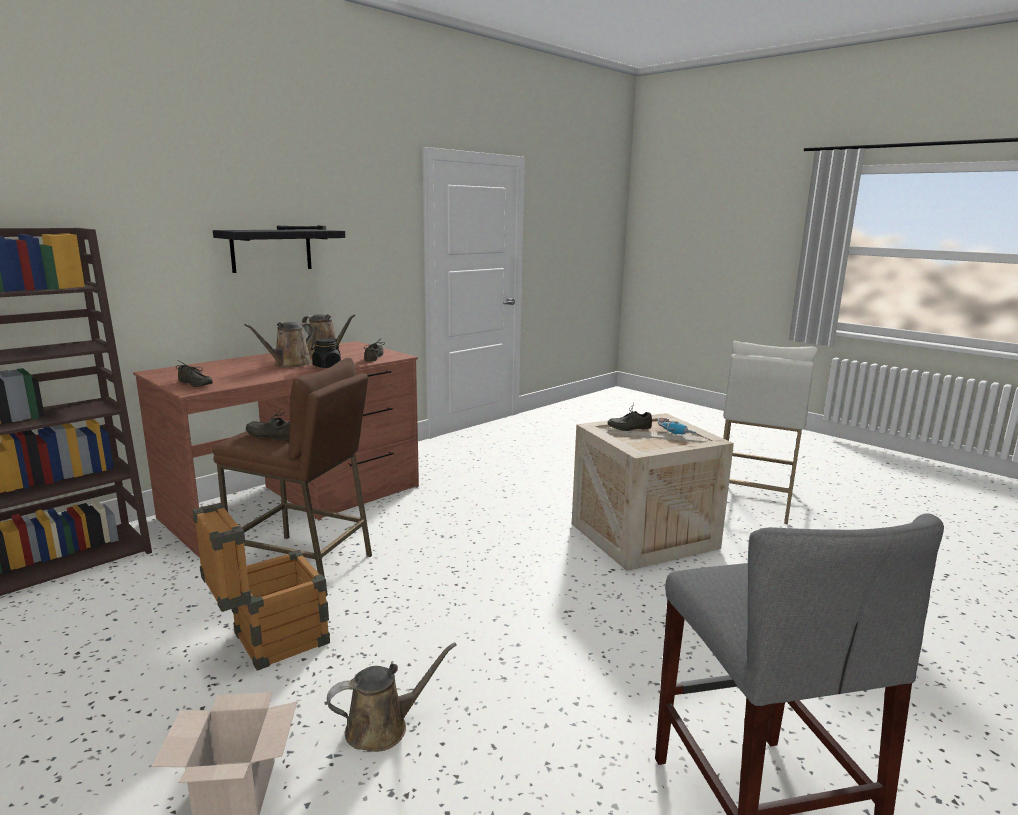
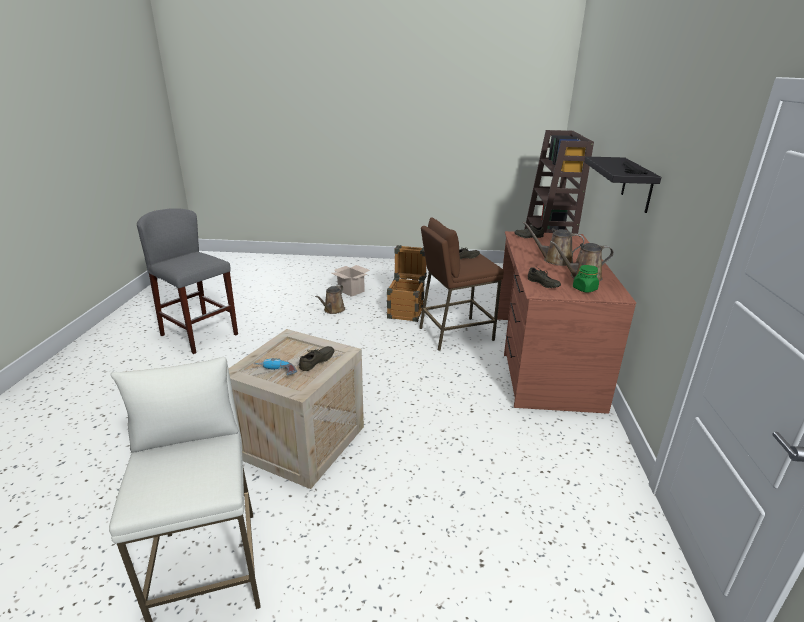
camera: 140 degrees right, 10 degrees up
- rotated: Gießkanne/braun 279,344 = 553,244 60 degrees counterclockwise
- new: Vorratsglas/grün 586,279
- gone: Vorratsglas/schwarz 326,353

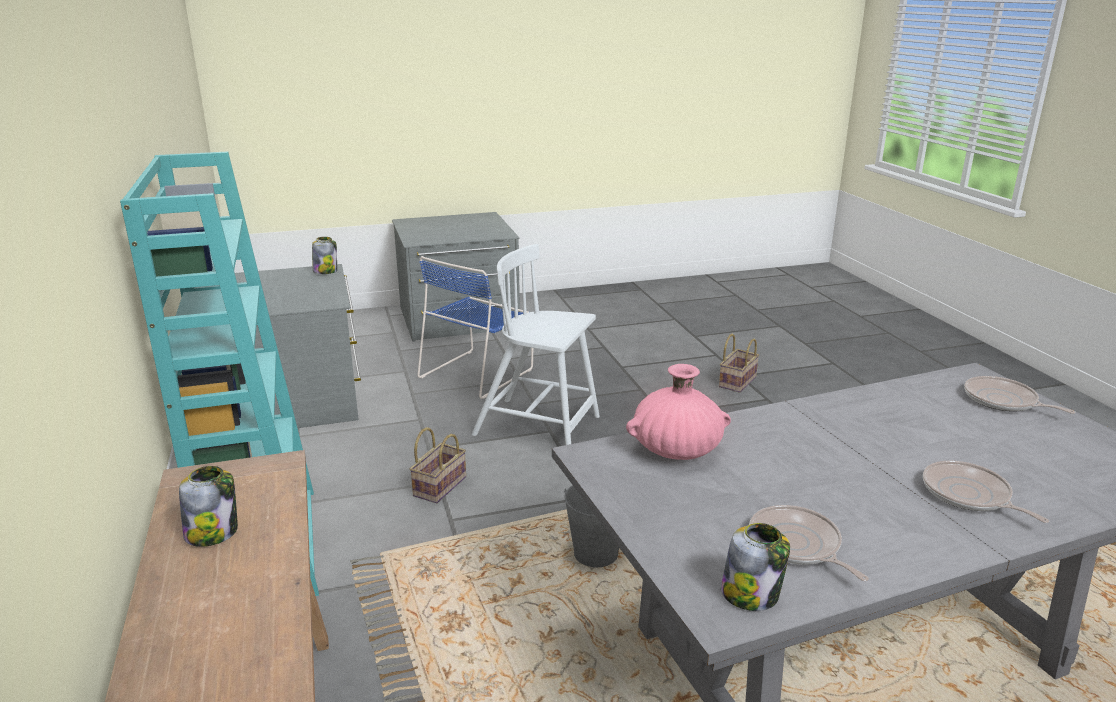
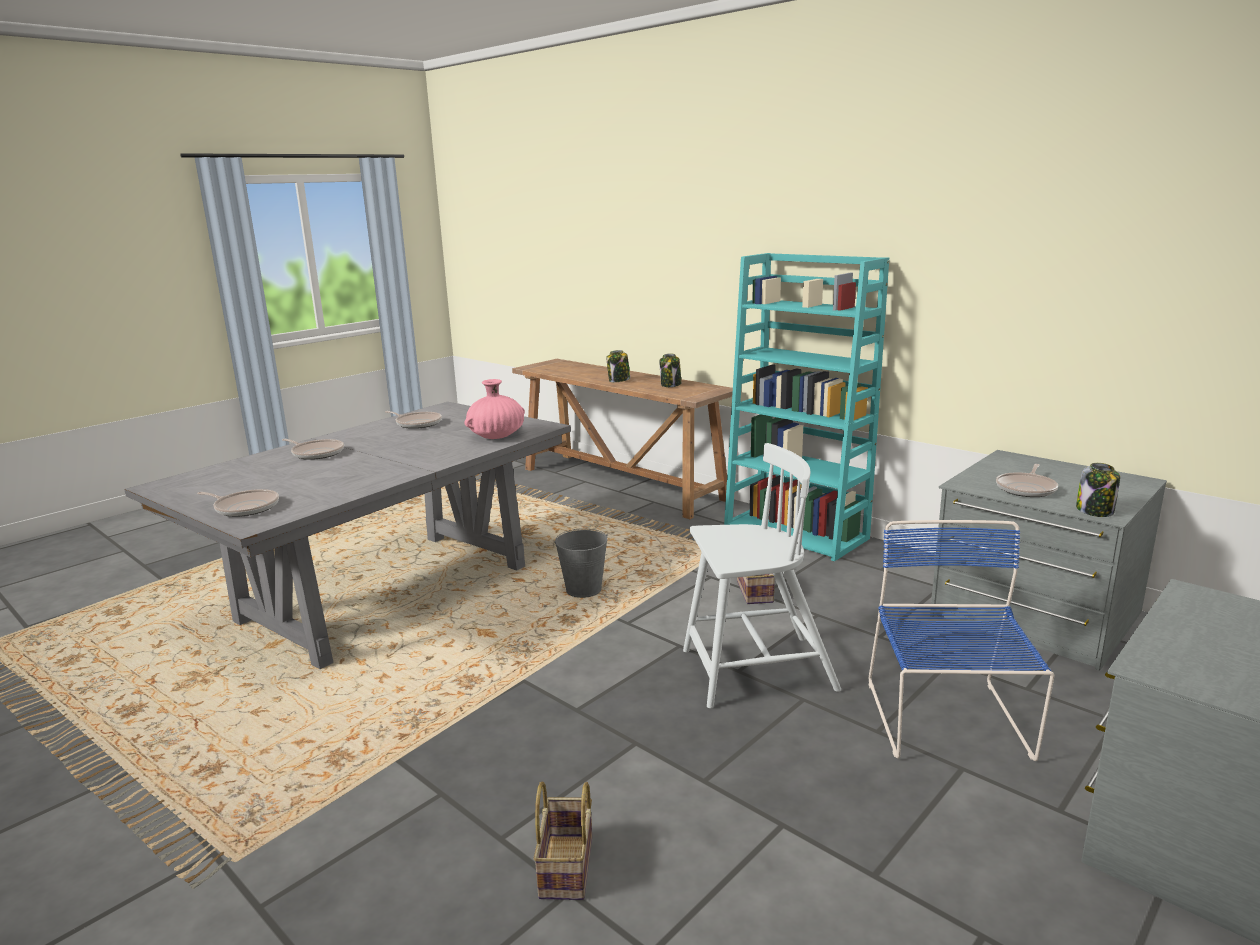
camera: 150 degrees right, 5 degrees down
- shifted: Vorratsglas 755,567 to 618,366
- new: Pfanne 1027,480

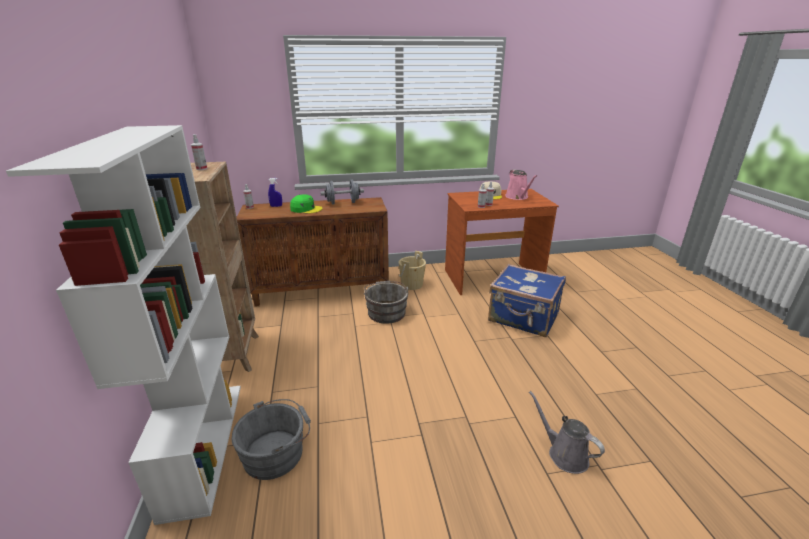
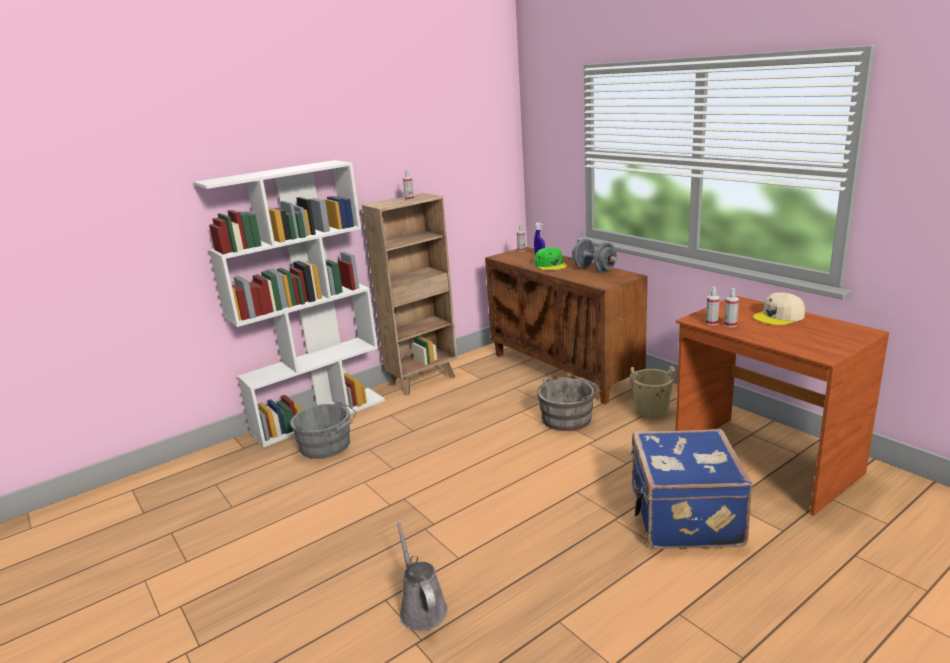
camera: 65 degrees right, 5 degrees down
- rotated: Gießkanne/grau 567,432 = 422,577 45 degrees counterclockwise
- gone: Gießkanne/rosa 521,185

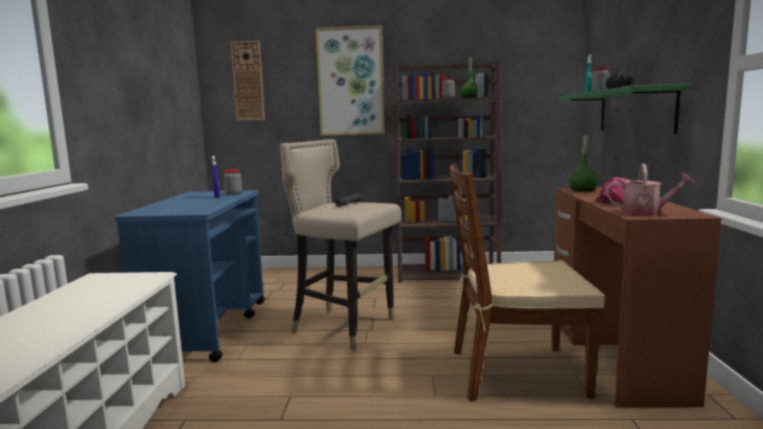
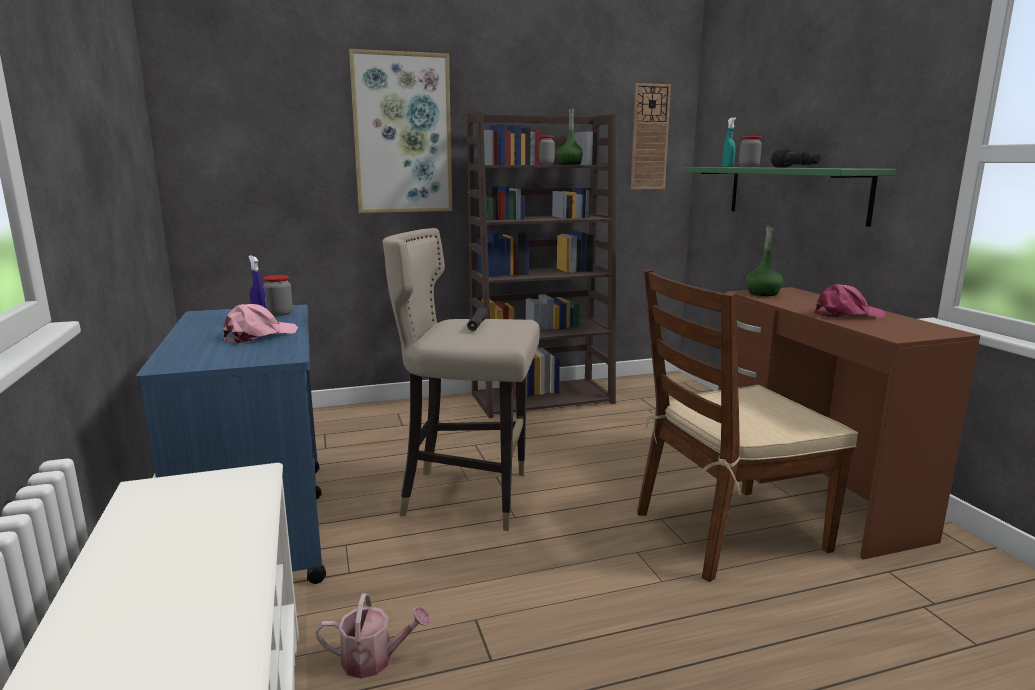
camera: 20 degrees left, 5 degrees up
- new: Kappe/rosa 260,323
- shifted: Gießkanne 650,190 to 373,636
- shifted: Wanduhr 248,81 to 651,136

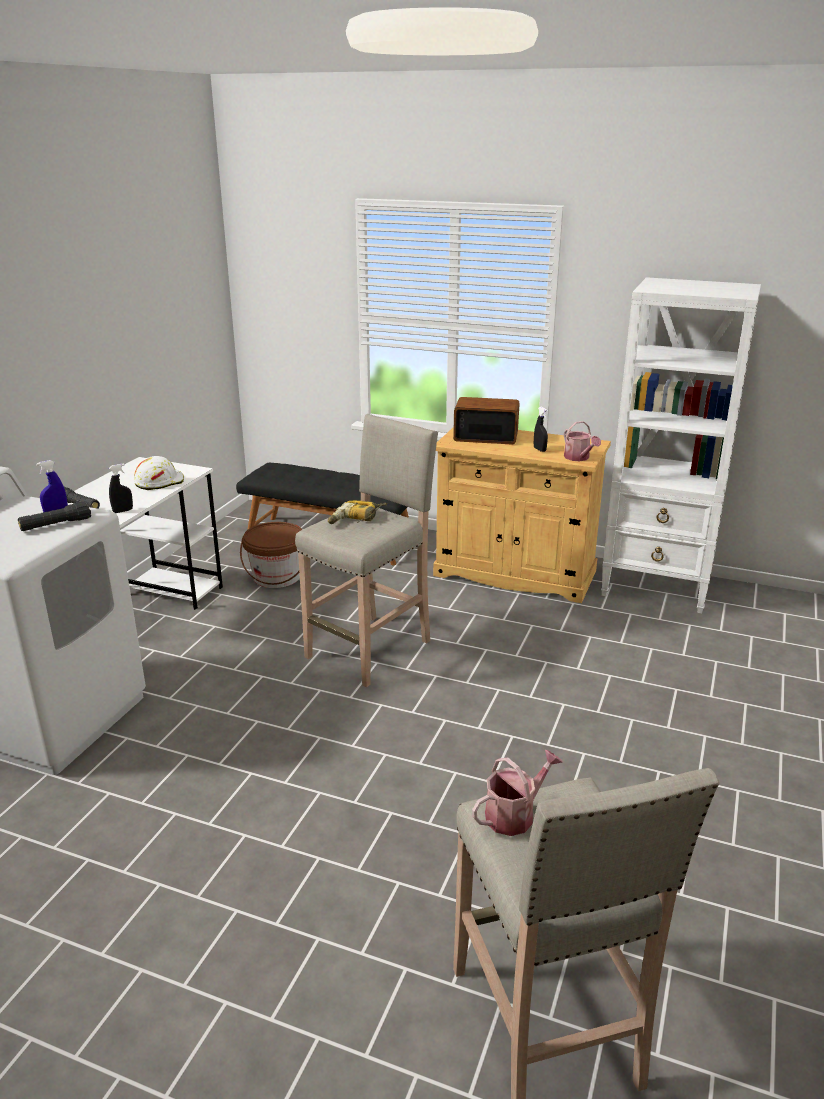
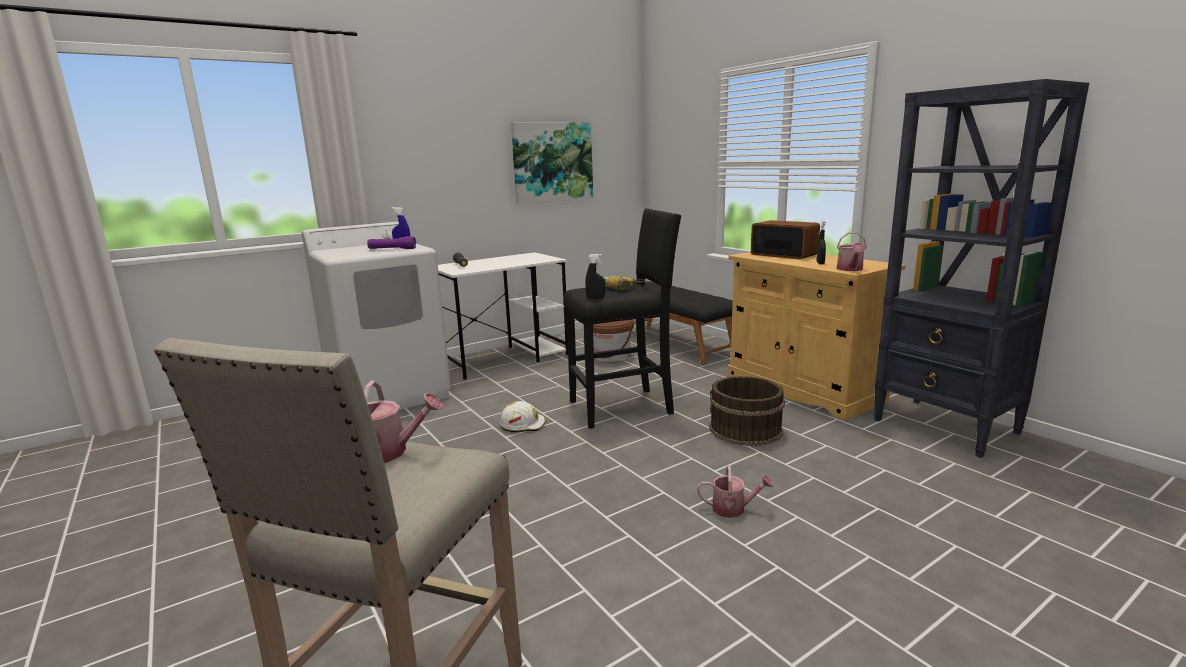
camera: 35 degrees right, 10 degrees down
- repainted: Taschenlampe/schwarz 54,516 to Taschenlampe/lila 391,242
- shifted: Schutzhelm/weiß 159,473 to 522,416
- new: Bild 552,163
- repainted: Hocker/beige 366,550 to Hocker/schwarz 622,318
- shifted: Sprühflasche/schwarz 121,488 to 595,276
- new: Gießkanne 735,491
- new: Eimer/braun 747,411
- repainted: Bücherregal/weiß 681,445 to Bücherregal/schwarz 981,268

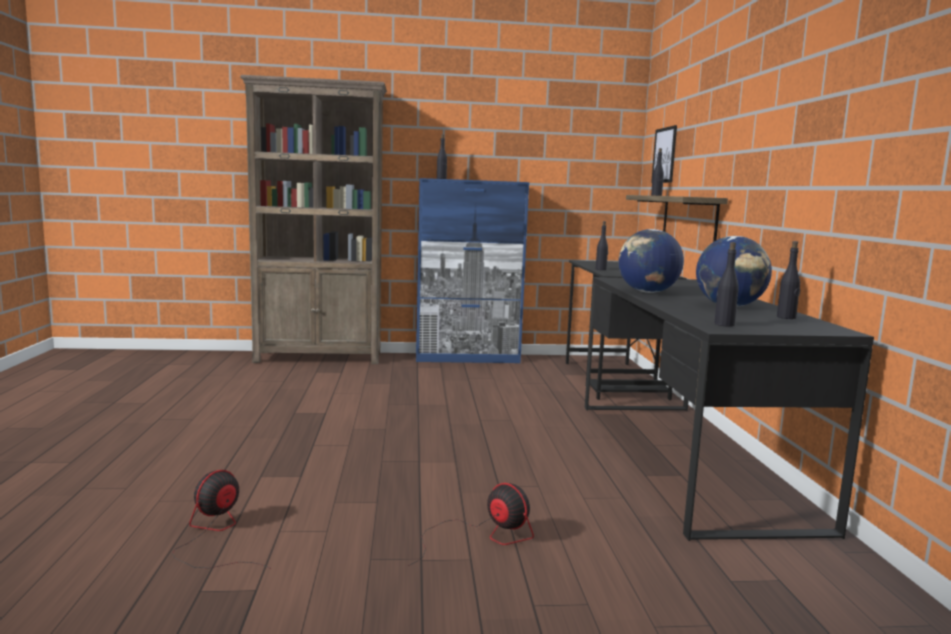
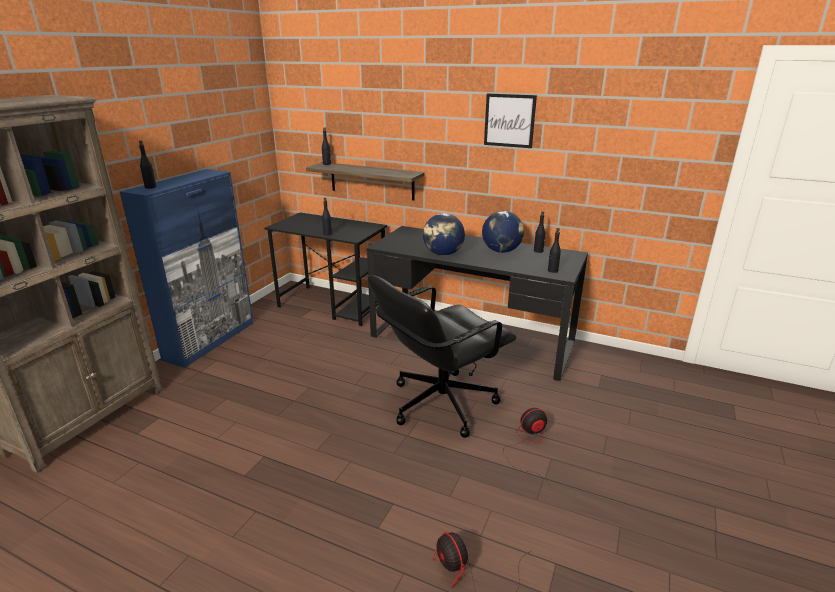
camera: 60 degrees left, 15 degrees up
- new: Bürostuhl/schwarz 442,356
- shifted: Bild 664,154 to 510,120

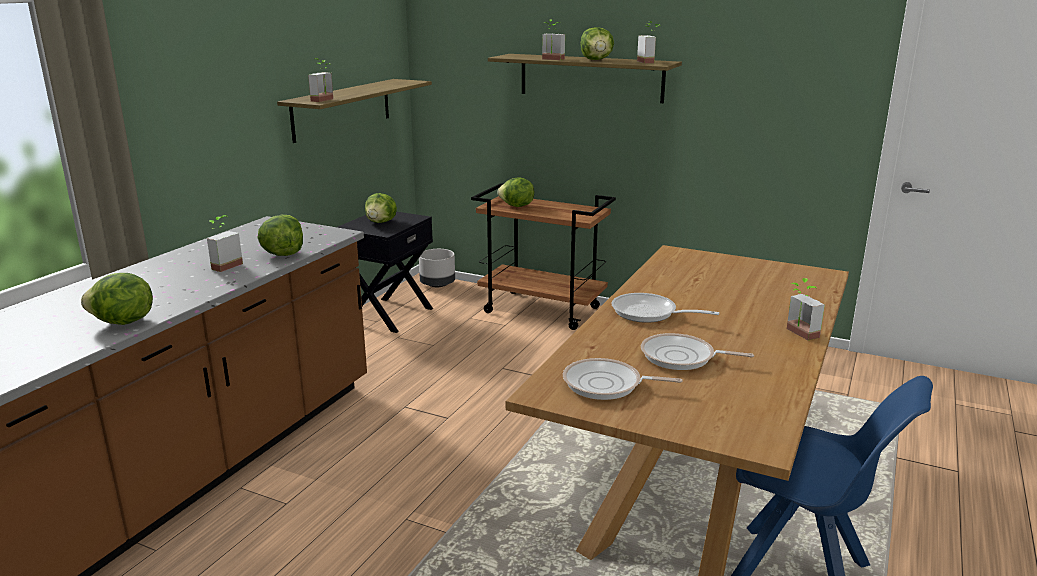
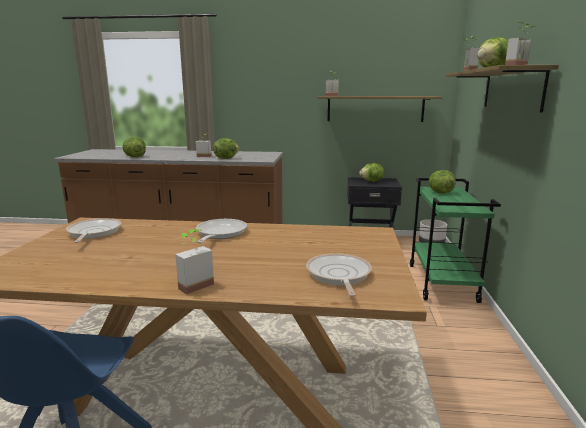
camera: 70 degrees right, 5 degrees down
- shifted: Pfanne 697,351 to 339,275
- repainted: Rollwagen/braun 543,256 to Rollwagen/grün 455,240

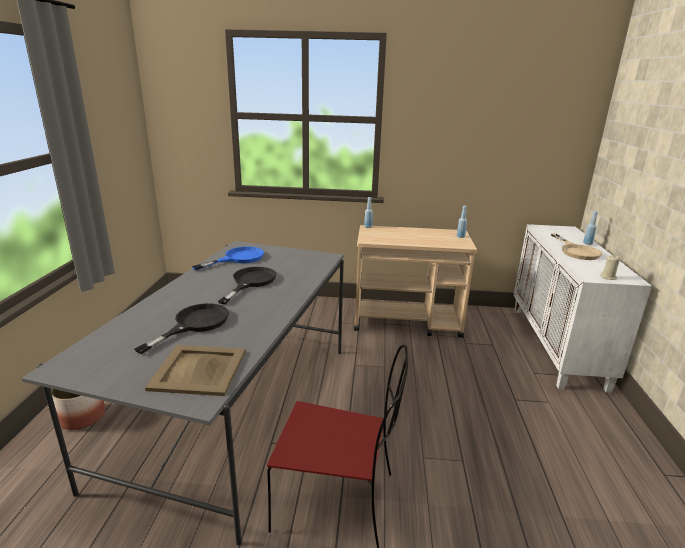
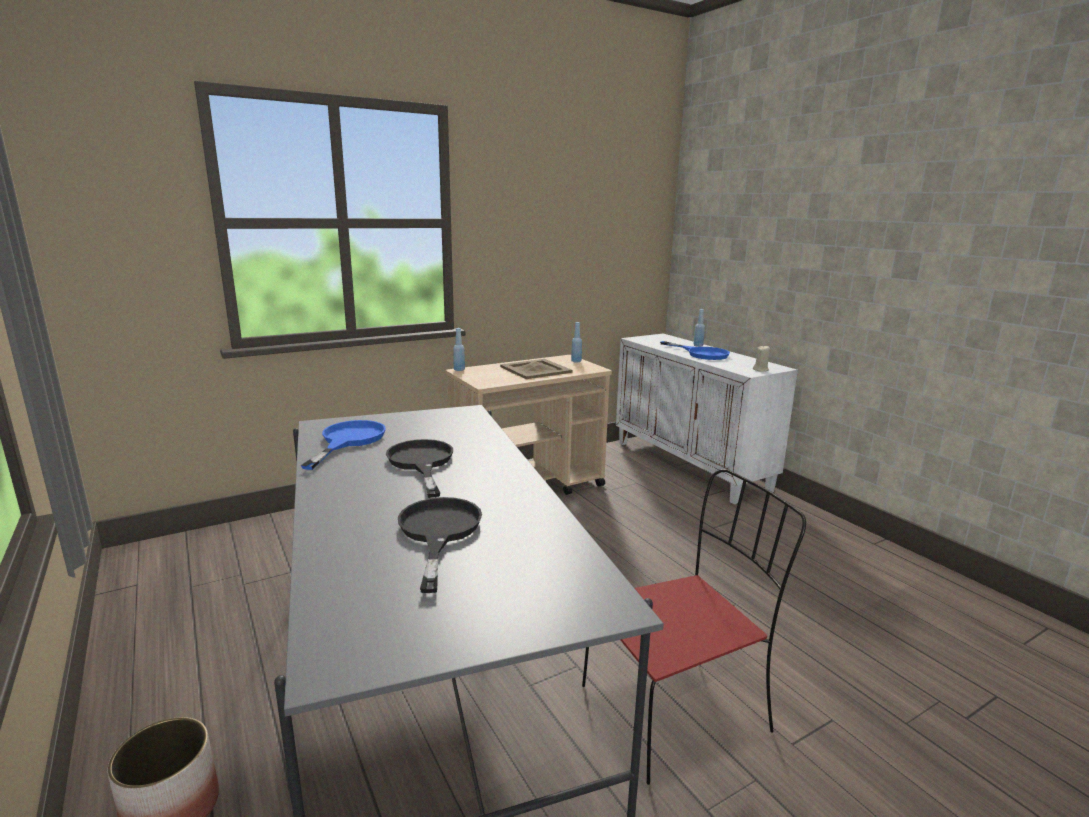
camera: 35 degrees left, 5 degrees down
- shifted: Tablett/beige 195,370 to 536,369
- repainted: Pfanne/beige 576,246 to Pfanne/blau 695,350

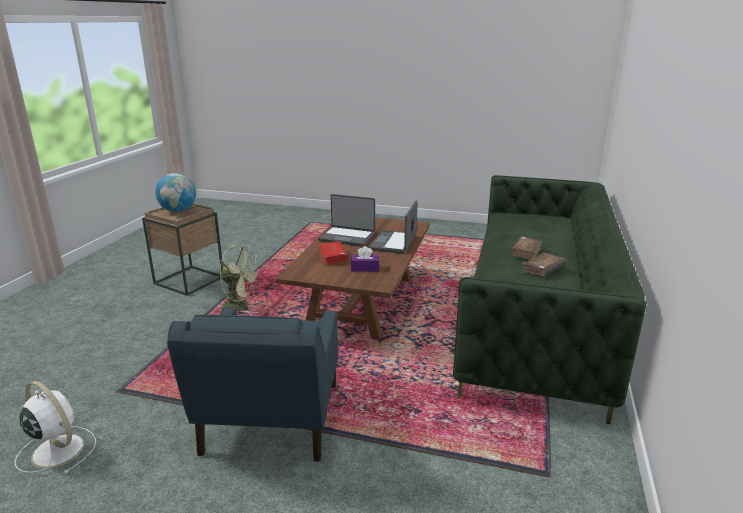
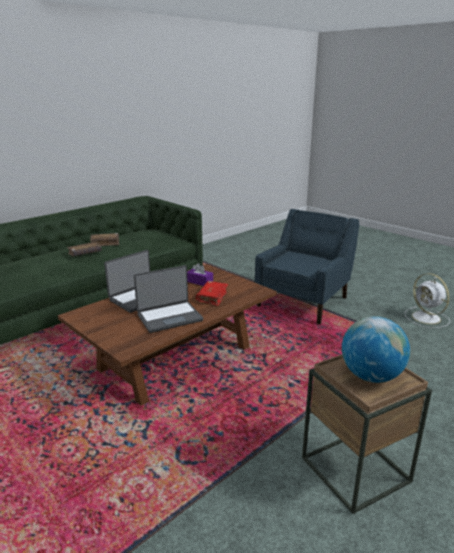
camera: 150 degrees left, 0 degrees up
- rotated: Laptop 346,220 = 168,299 105 degrees clockwise
- gone: Ventilator/grün 240,278

